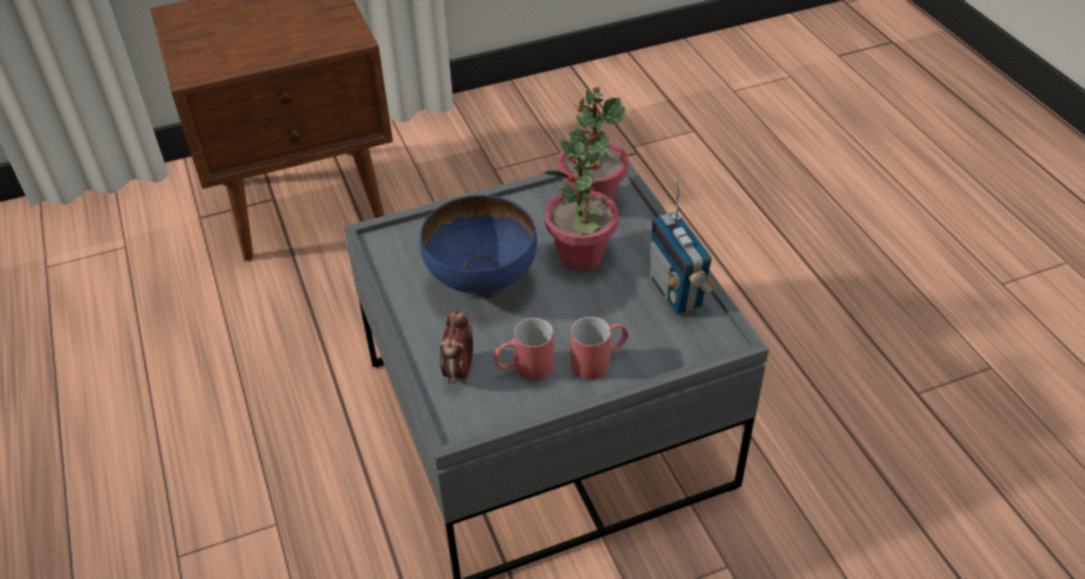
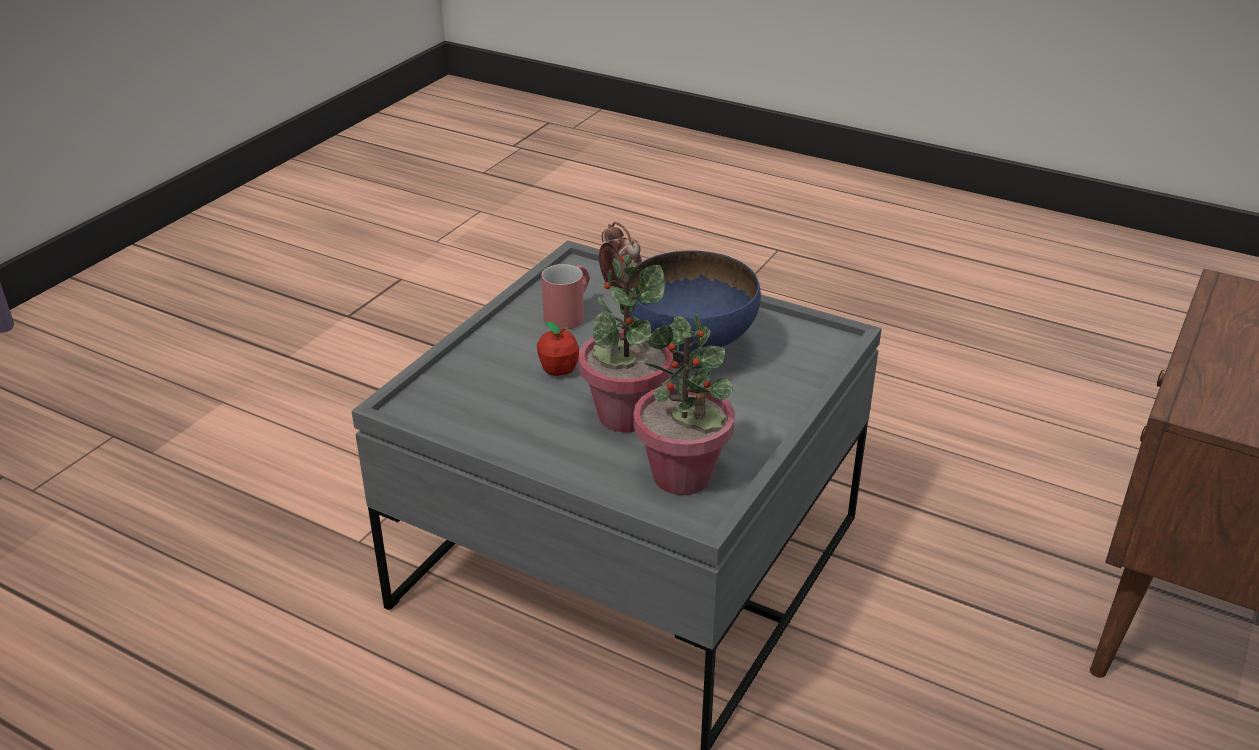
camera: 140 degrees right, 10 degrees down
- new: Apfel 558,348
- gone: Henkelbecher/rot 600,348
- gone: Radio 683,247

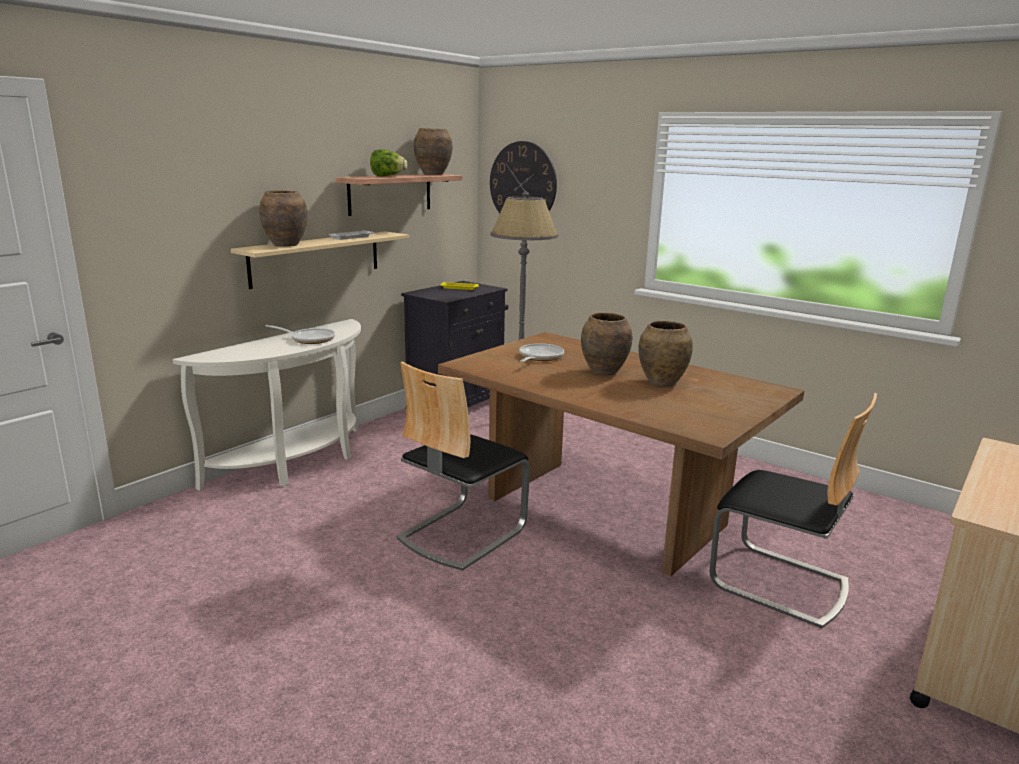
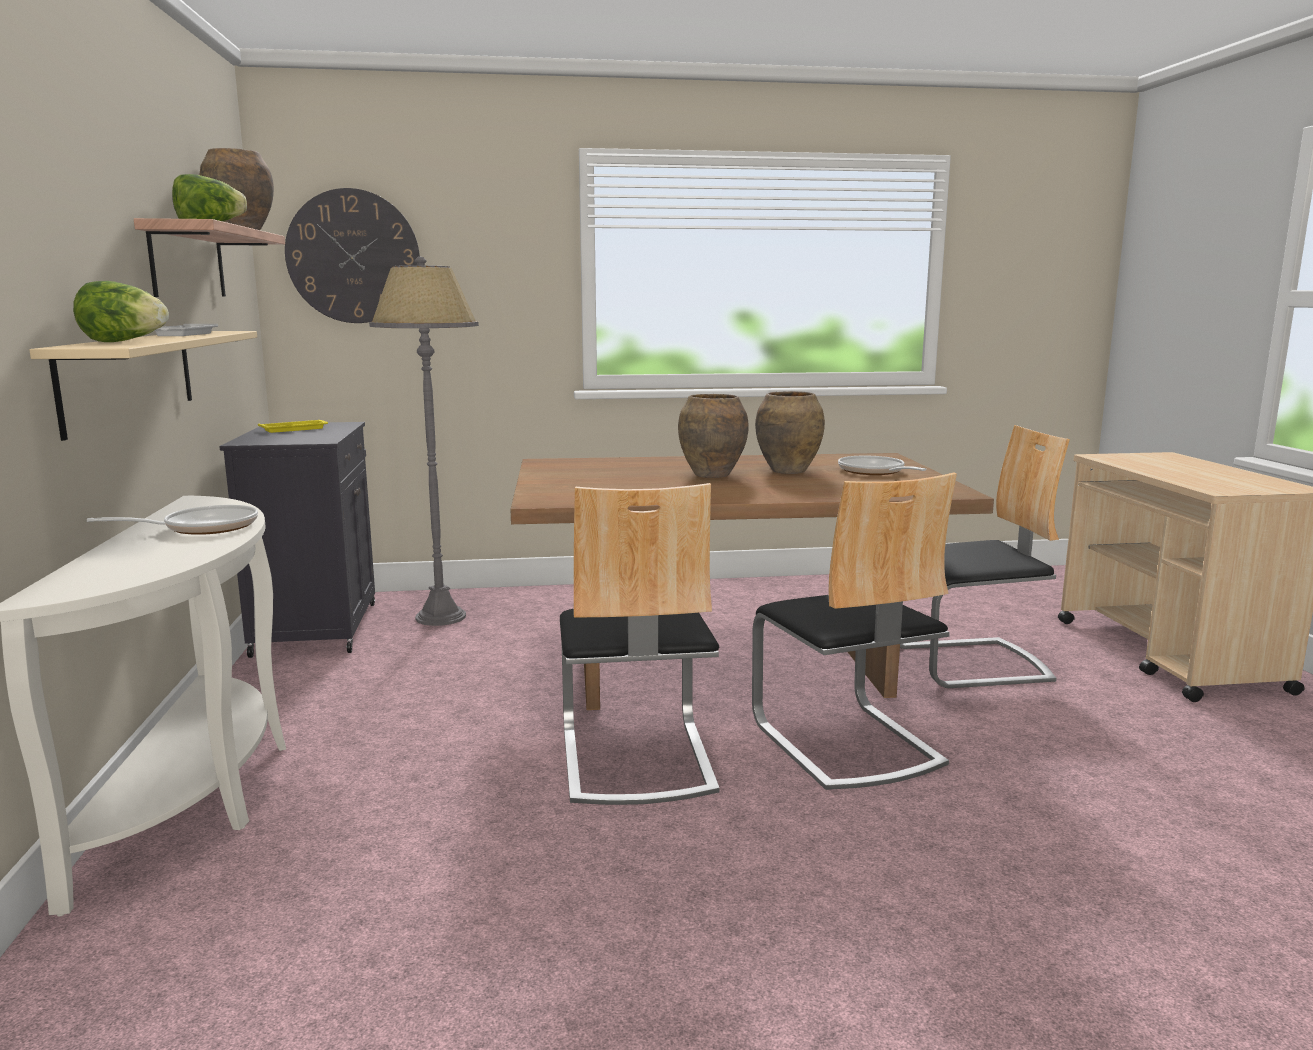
camera: 45 degrees left, 5 degrees down
- swapped: Vase/braun 283,218 to Salatkopf 121,311
- new: Stuhl 854,631
- shifted: Pfanne 541,352 to 882,465

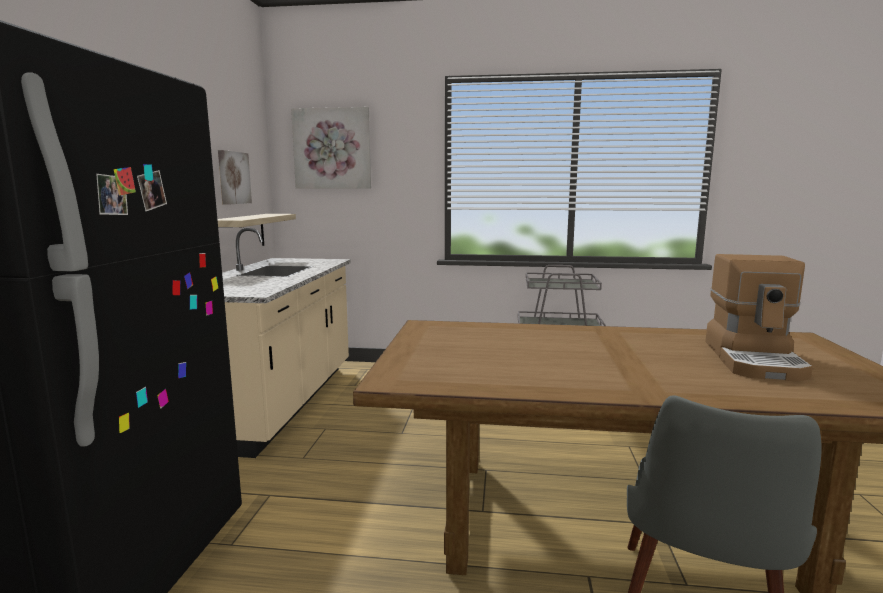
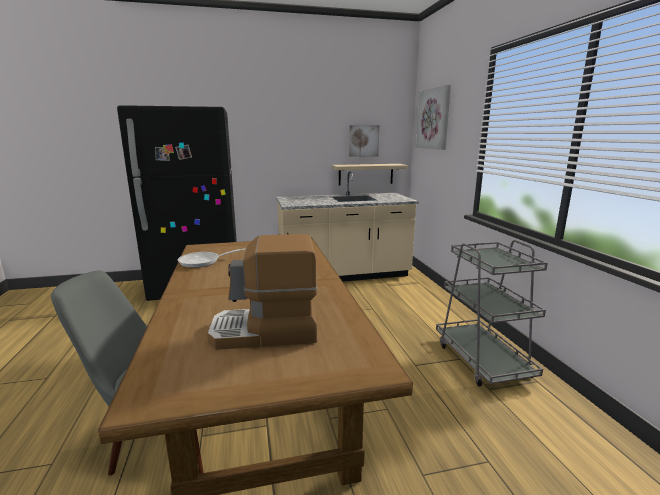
camera: 70 degrees right, 5 degrees up
- new: Pfanne 211,258

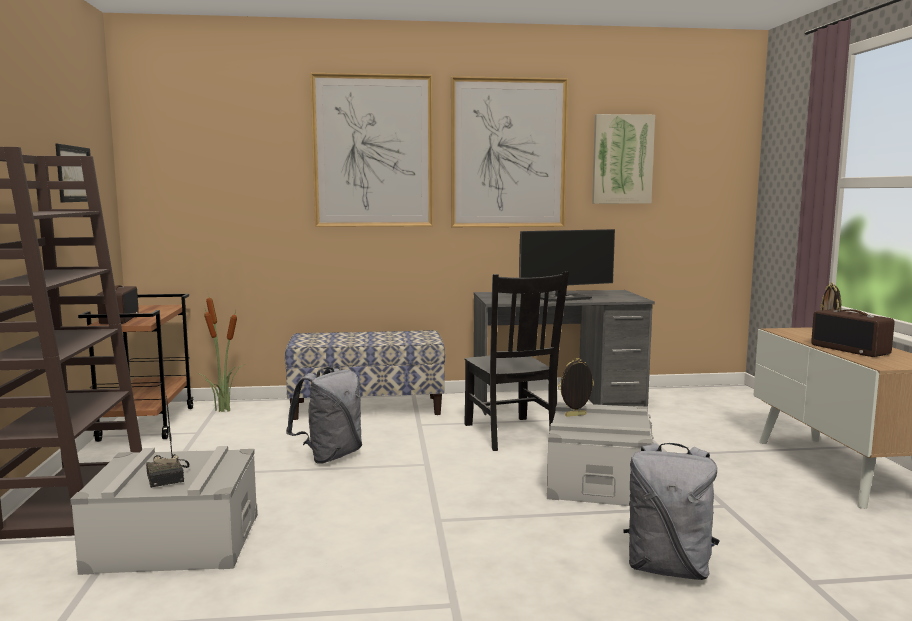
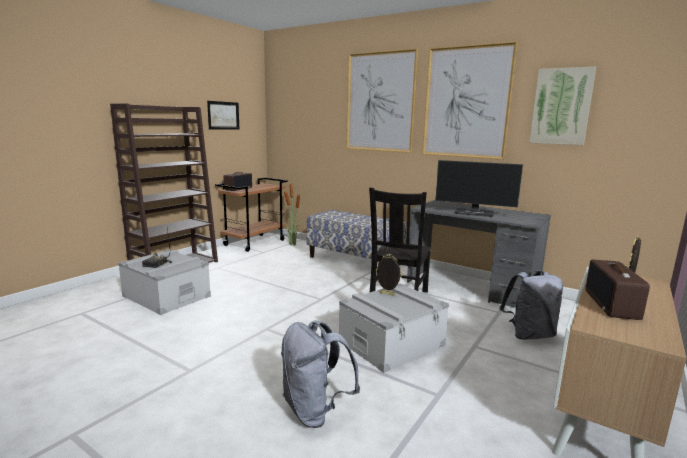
camera: 40 degrees right, 5 degrees up
- shifted: Rucksack/grau 324,415 to 531,305

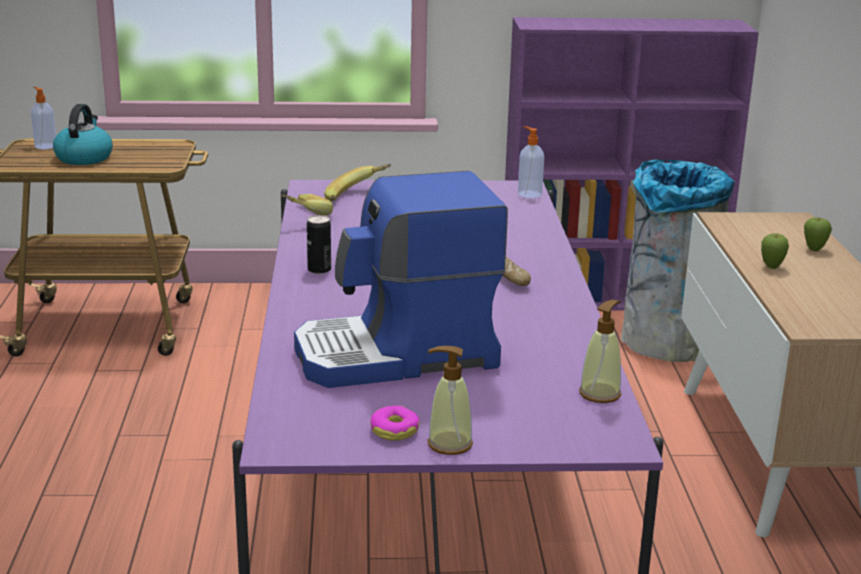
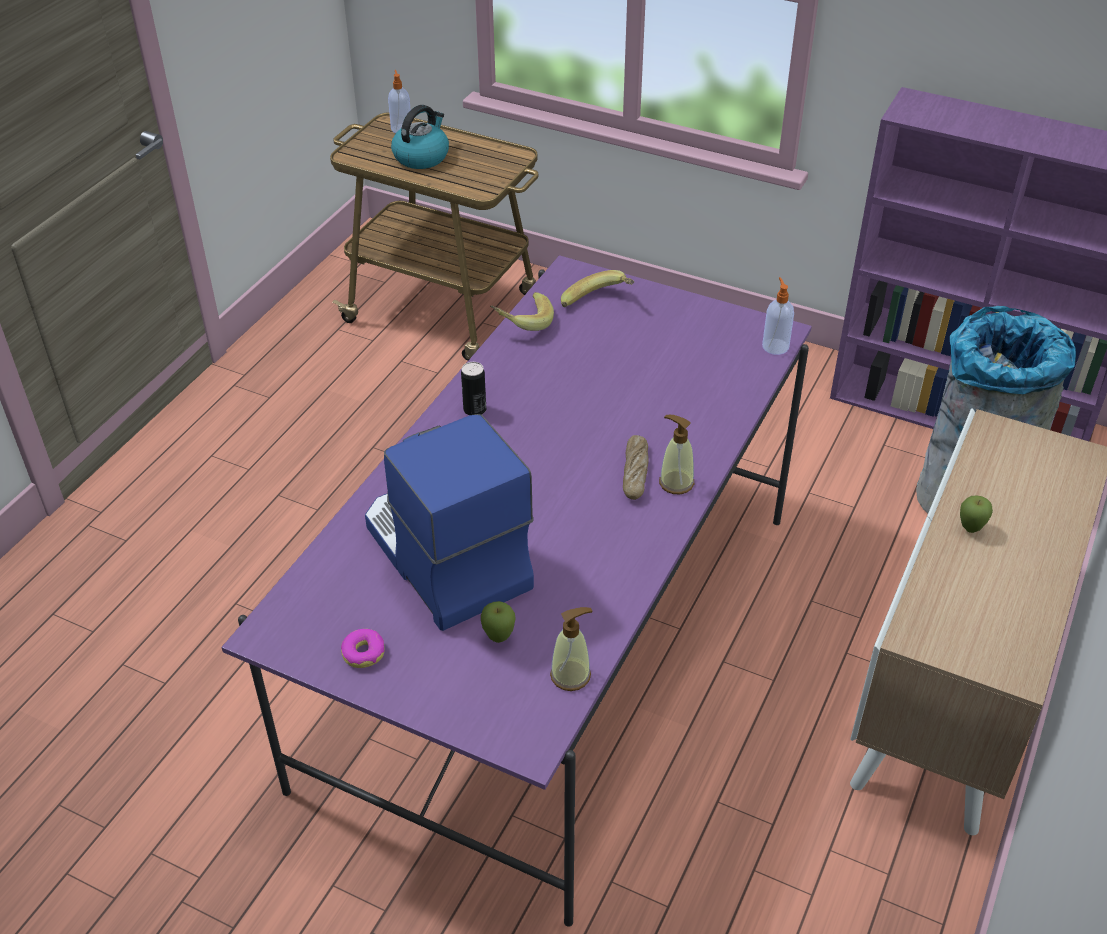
camera: 30 degrees right, 20 degrees up
- rotated: Kaffeemaschine 401,279 = 449,522 45 degrees clockwise
- shifted: Apfel 818,234 to 498,622
- shifted: Seifenspender 450,400 to 676,454

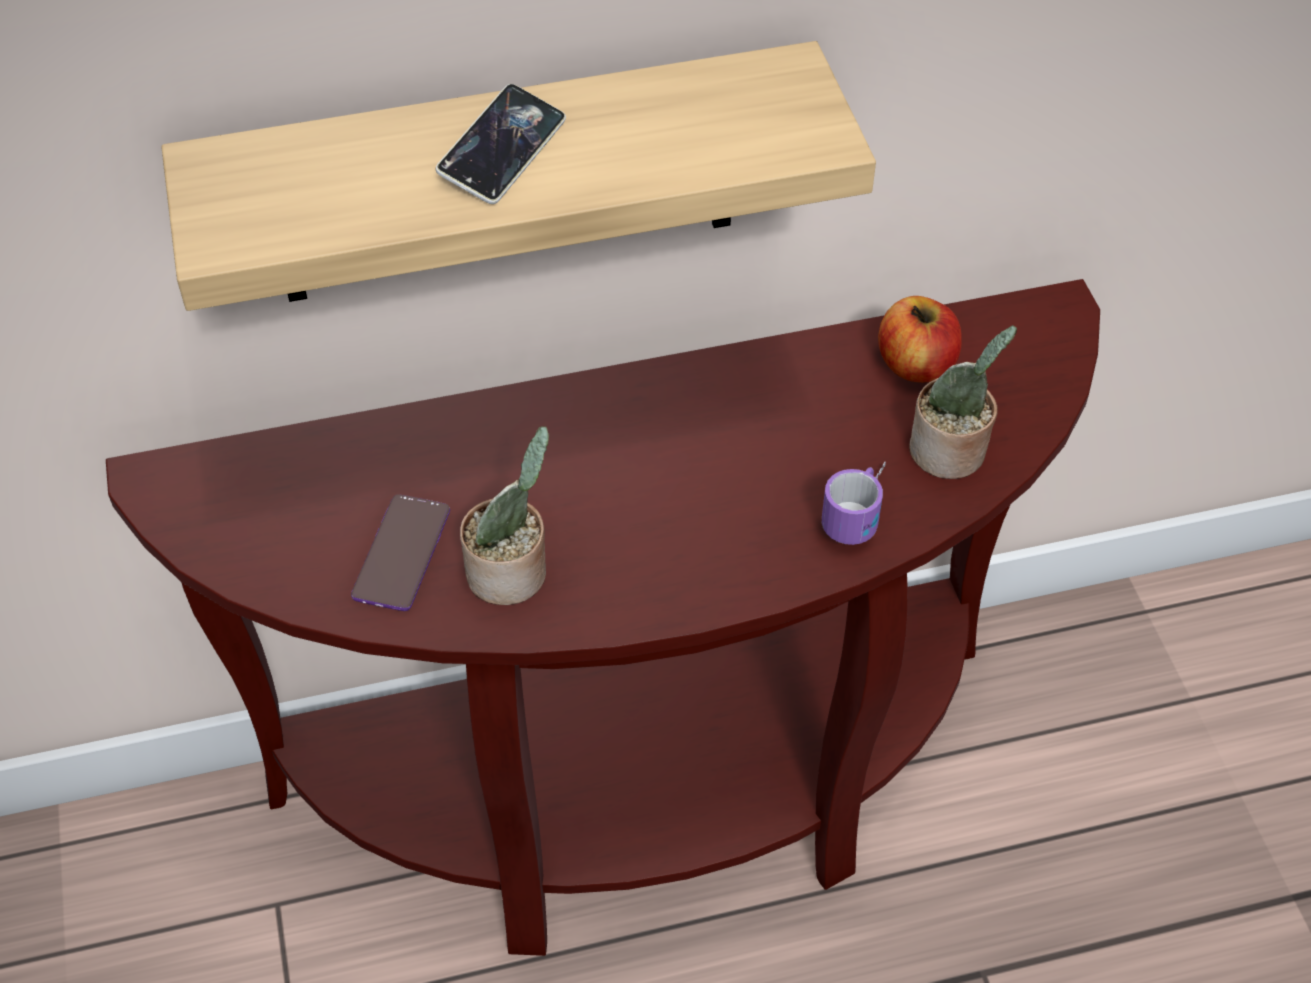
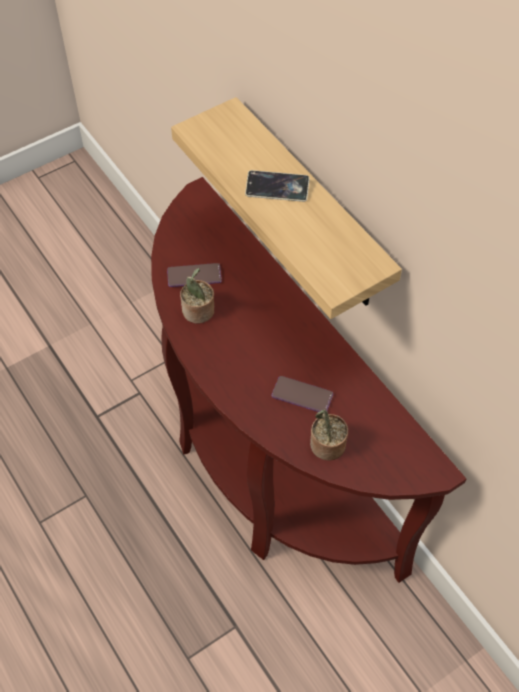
camera: 70 degrees right, 5 degrees up
- new: Handy 302,394
- gone: Henkelbecher 854,503
- gone: Apfel 920,339

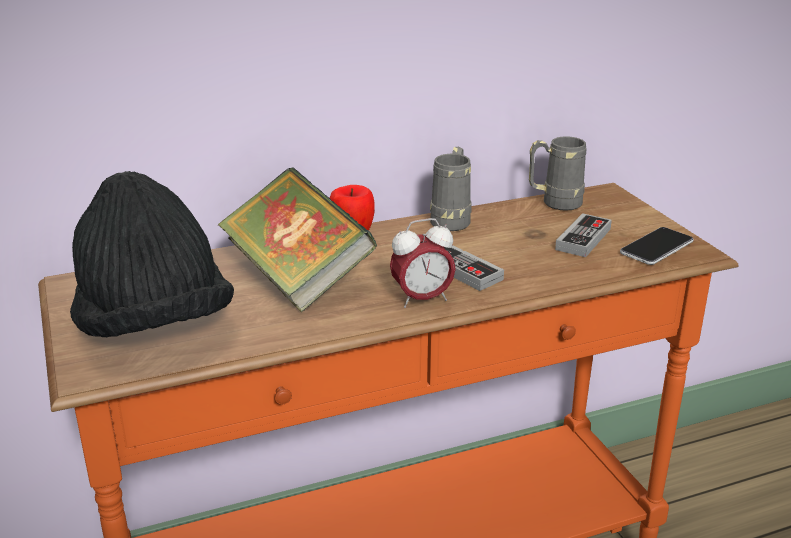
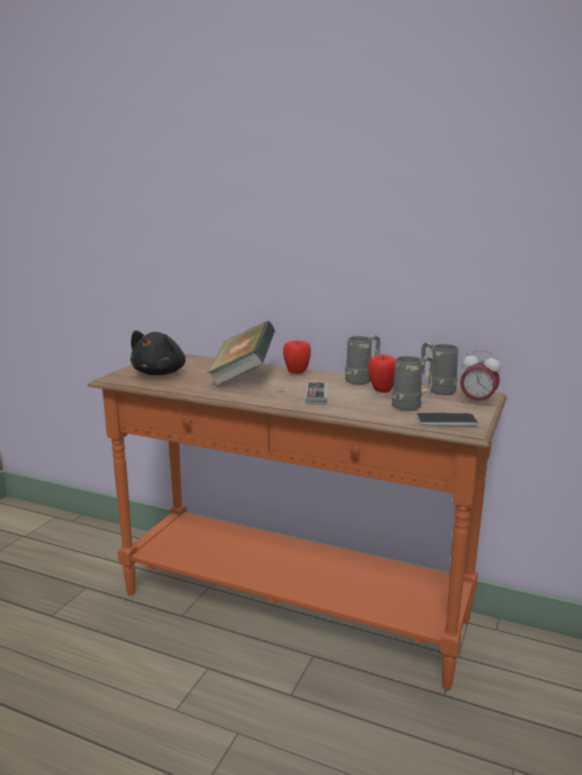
camera: 45 degrees right, 10 degrees down
- swapped: Hut/schwarz 152,254 to Plüschtier/schwarz 158,352
- new: Apfel 382,374
- swapped: Gamepad 583,235 to Henkelbecher/grau 413,383
- shifted: Wecker 423,263 to 480,378

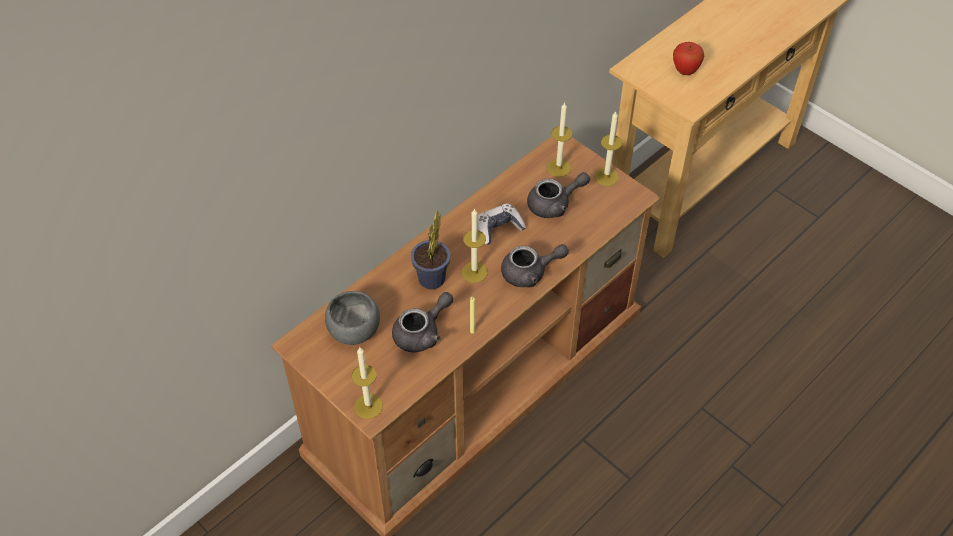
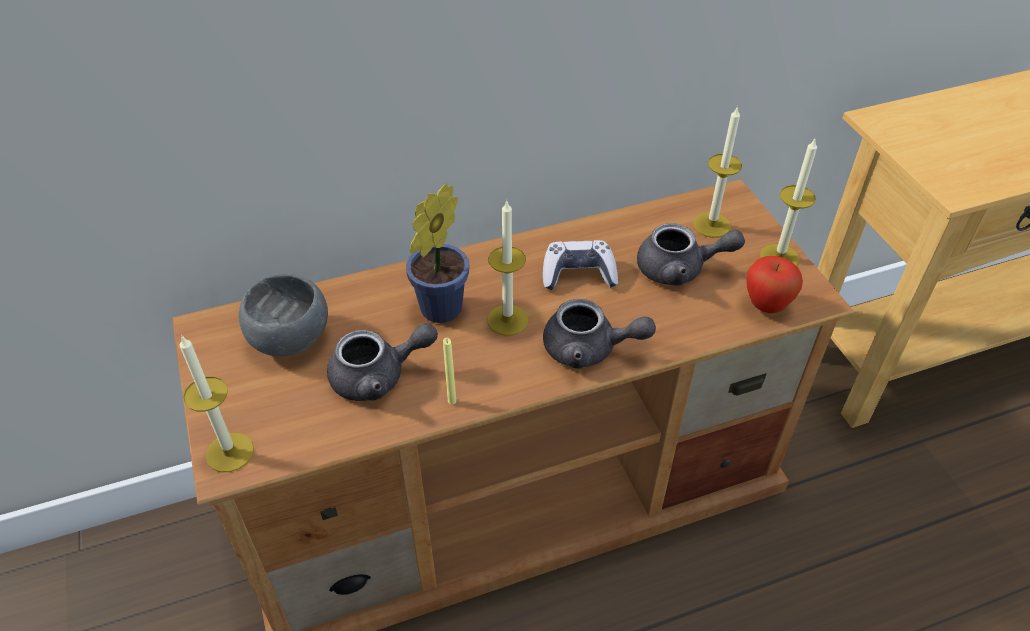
camera: 25 degrees right, 5 degrees down
- shifted: Apfel 688,58 to 774,284

